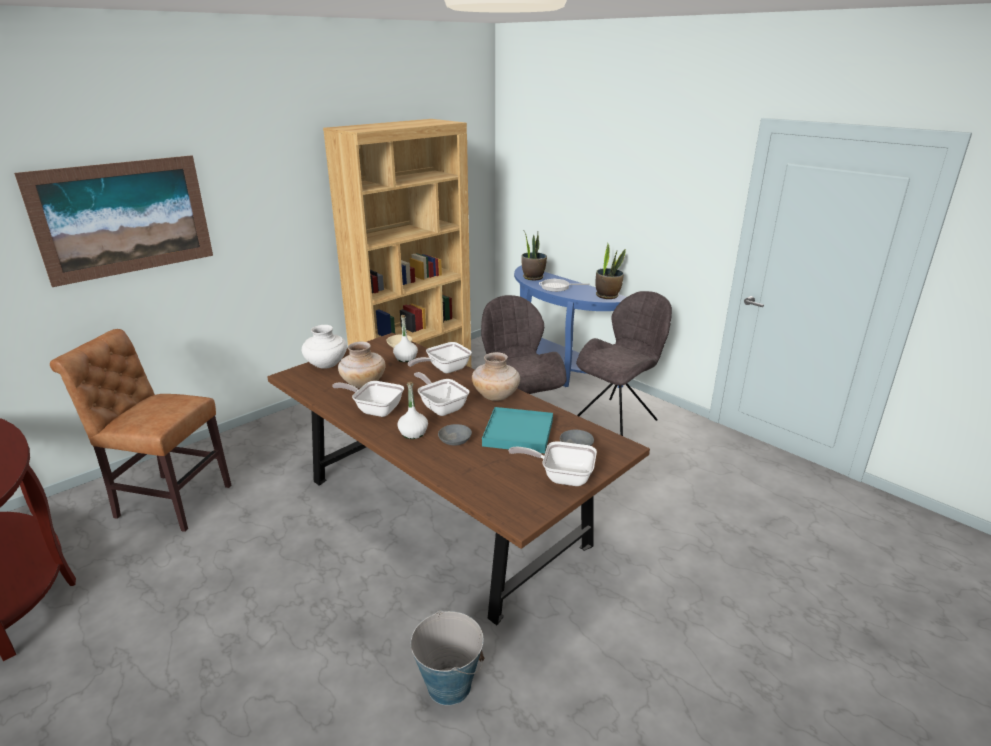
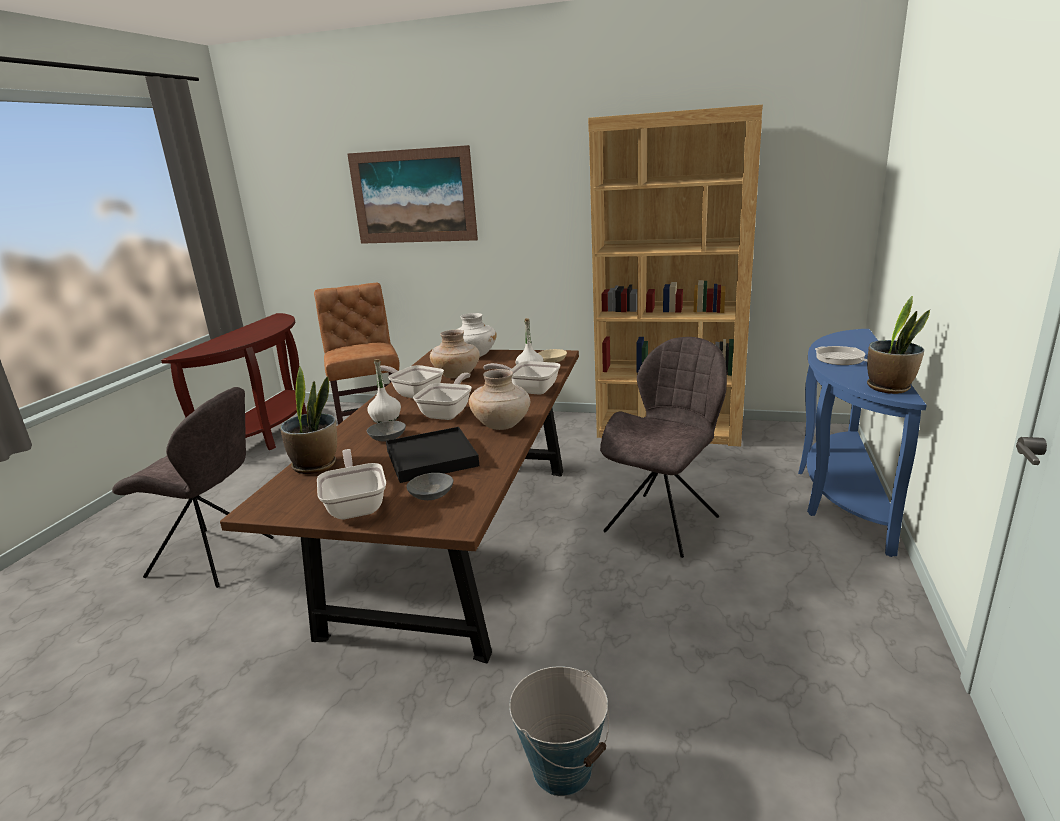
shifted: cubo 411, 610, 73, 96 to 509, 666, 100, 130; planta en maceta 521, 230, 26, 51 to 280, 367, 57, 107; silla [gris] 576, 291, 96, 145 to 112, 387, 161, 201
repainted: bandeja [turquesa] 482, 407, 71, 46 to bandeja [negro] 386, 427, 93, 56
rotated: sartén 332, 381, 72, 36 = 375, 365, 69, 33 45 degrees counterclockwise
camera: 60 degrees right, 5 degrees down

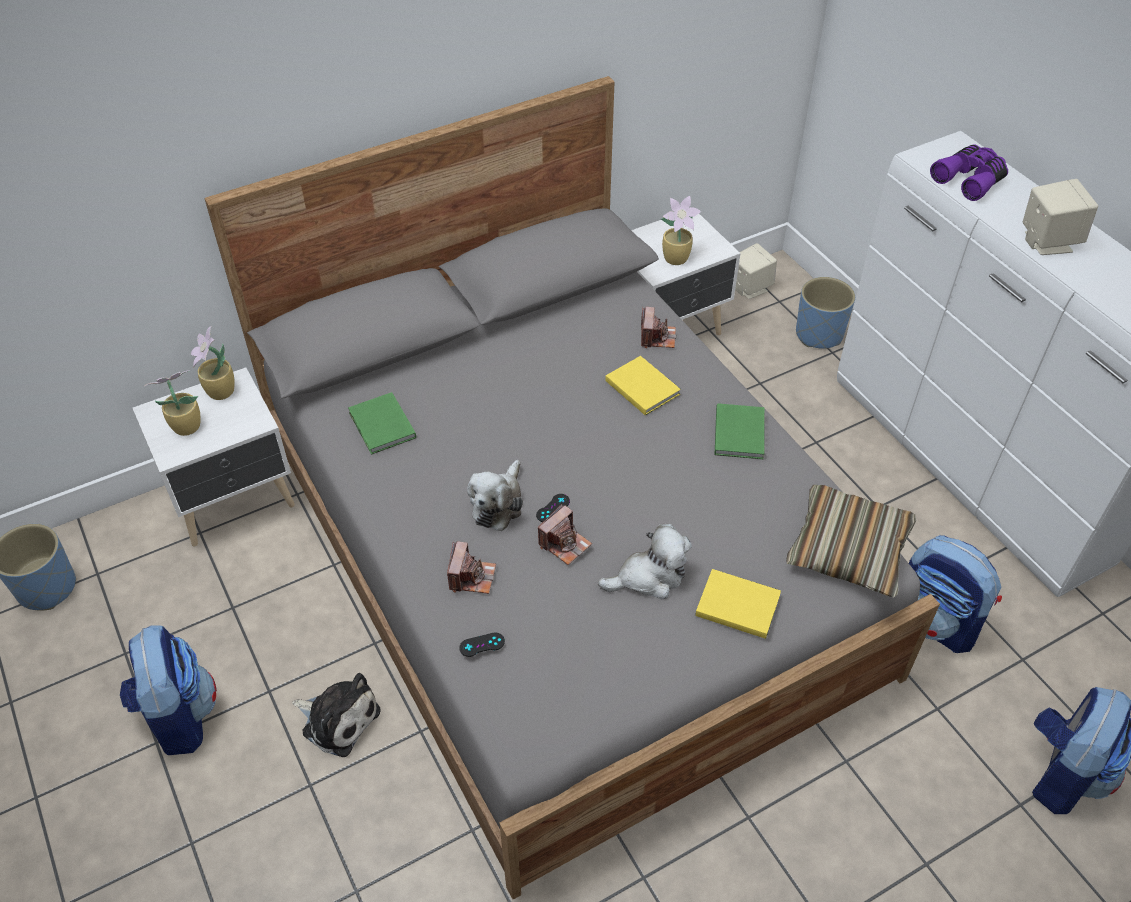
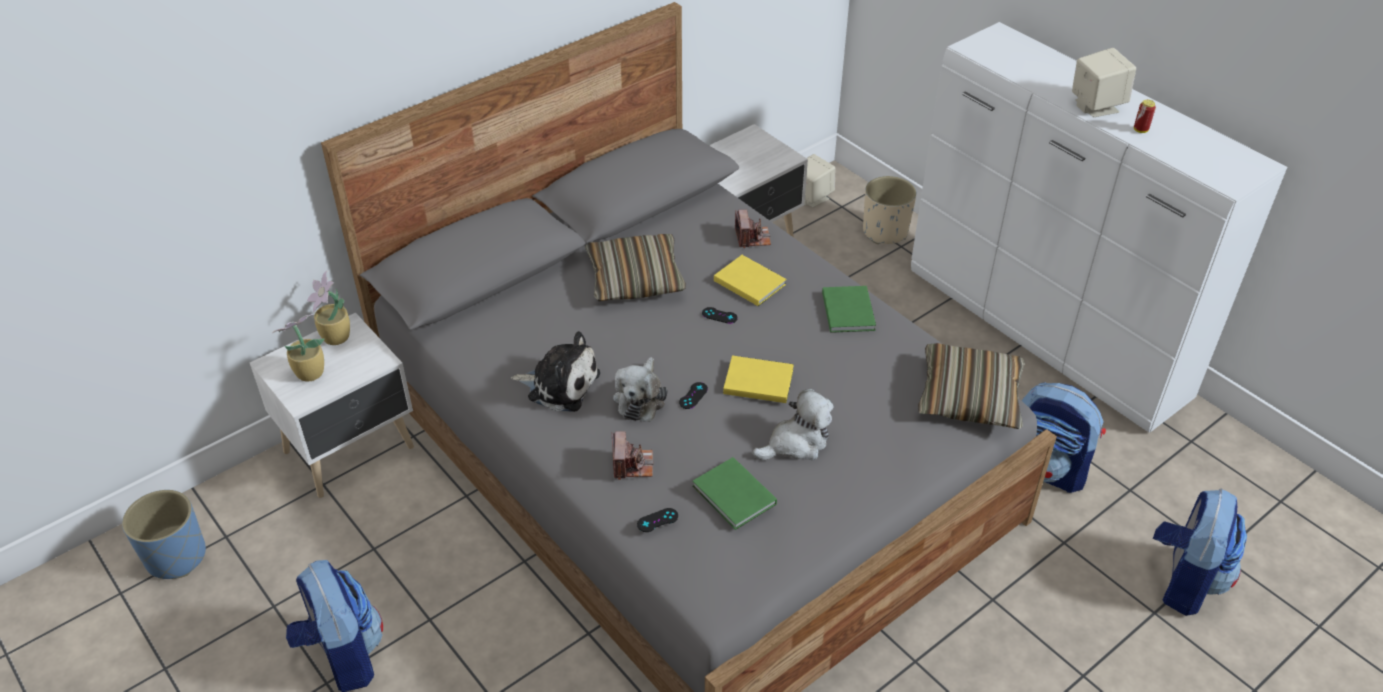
gone: cámara 538, 504, 54, 61; planta en maceta 661, 196, 40, 69; prismáticos [morado] 930, 144, 78, 57
new: cojín 585, 234, 101, 67; mando de consola [negro] 702, 307, 36, 17; lata 1134, 100, 22, 33
shifted: peluche 292, 673, 89, 84 to 511, 331, 89, 81; libro [verde] 348, 392, 68, 63 to 692, 457, 85, 73; libro [amarillo] 695, 569, 86, 70 to 723, 355, 71, 48
repainted: maceta [azul] 796, 277, 59, 72 to maceta [beis] 863, 176, 54, 68
camera: 10 degrees left, 5 degrees down

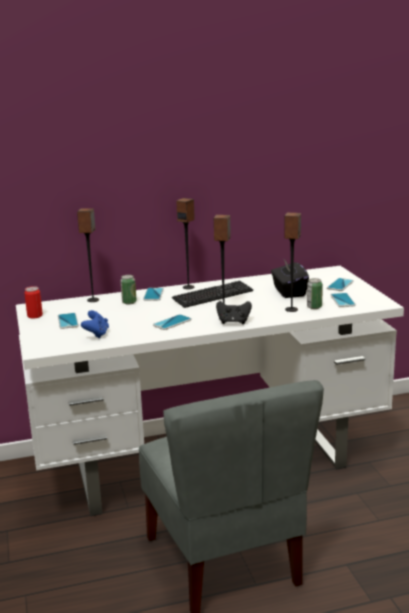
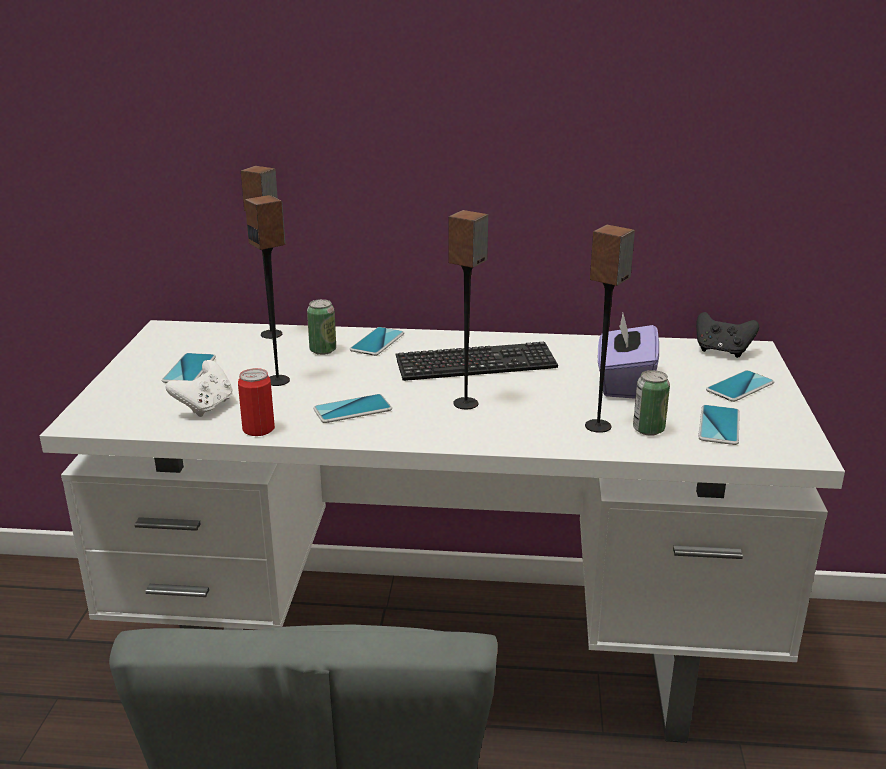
shifted: lata 24, 286, 19, 32 to 238, 368, 37, 68; altavoz 176, 198, 19, 91 to 245, 195, 45, 191; mando de consola [negro] 216, 301, 36, 23 to 696, 312, 63, 46
repainted: mando de consola [azul] 81, 310, 28, 28 to mando de consola [blanco] 166, 360, 67, 57; caja de pañuelos [negro] 271, 259, 38, 39 to caja de pañuelos [morado] 598, 313, 61, 86
camera: 20 degrees right, 5 degrees up

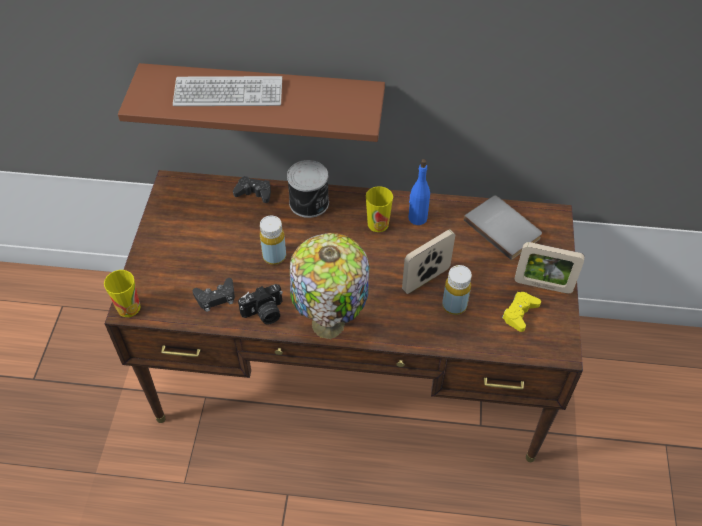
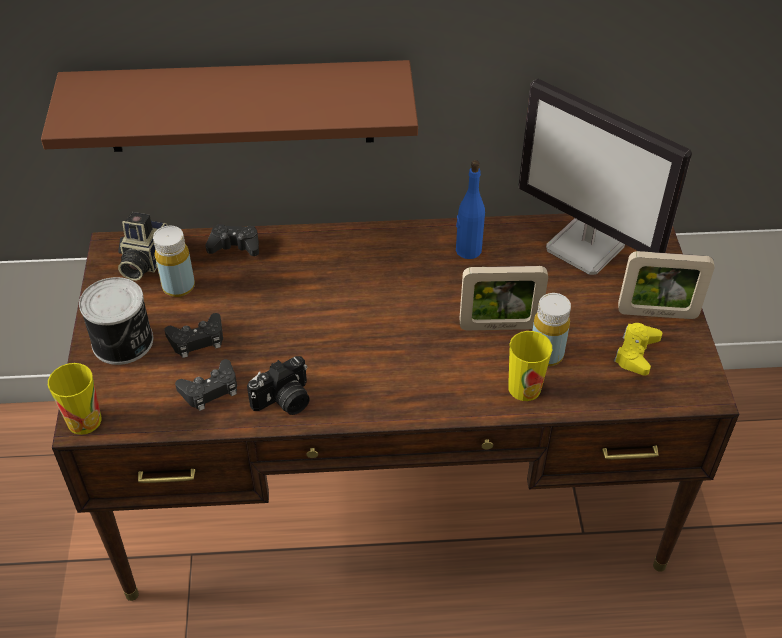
gone: teclado 173, 76, 109, 30; lámpara de mesa 290, 233, 79, 106
new: cámara 118, 212, 49, 69; mando de consola [negro] 164, 313, 59, 45
shifted: botella [amarillo] 260, 216, 26, 49 to 153, 226, 42, 71; lata 287, 160, 42, 58 to 79, 277, 74, 88; taza 366, 186, 27, 46 to 508, 331, 44, 70
swapped: libro [gris] 464, 195, 78, 65 to monitor 519, 79, 173, 196
rotated: portarretratos 402, 230, 53, 64 = 459, 266, 89, 64 135 degrees counterclockwise
camera: 10 degrees left, 5 degrees down

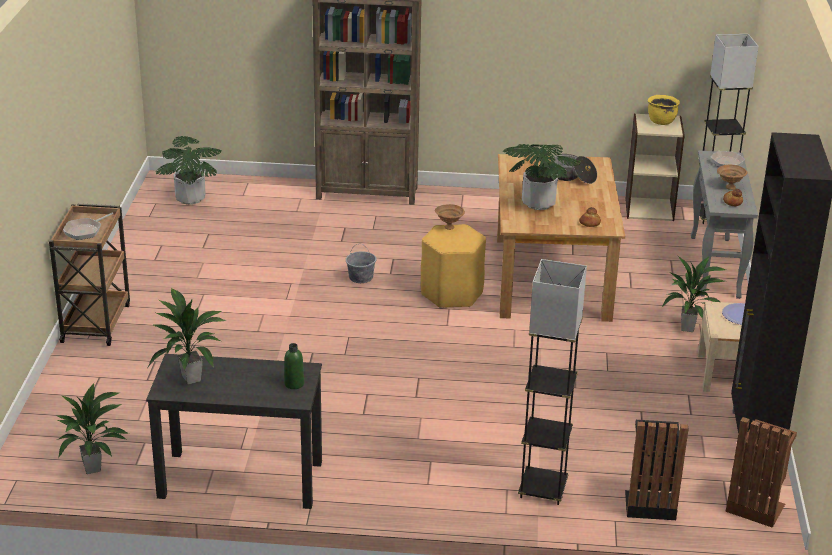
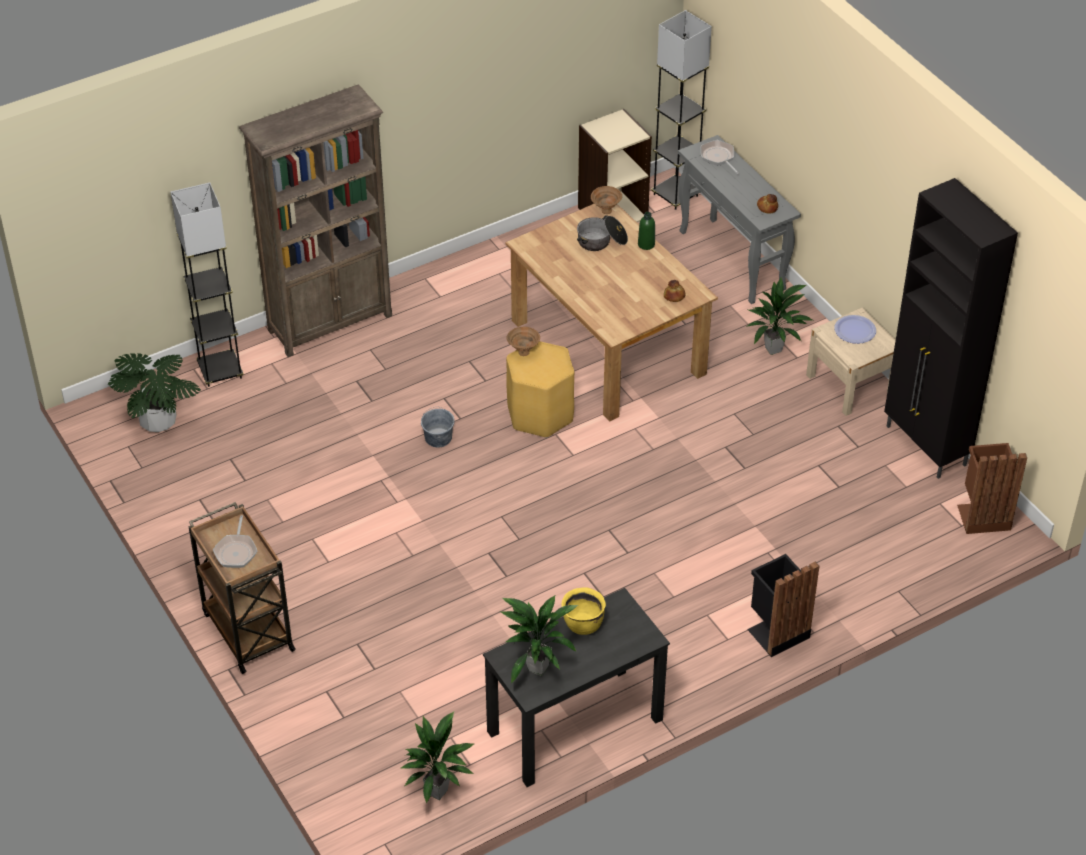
gone: planta en maceta 503, 144, 77, 66
shifted: botella [verde] 284, 343, 20, 46 to 638, 212, 17, 38; lámpara de pie [gris] 518, 259, 69, 246 to 171, 182, 73, 205; papelera [negro] 625, 420, 63, 100 to 747, 554, 73, 103; olla [amarillo] 648, 95, 32, 30 to 561, 587, 45, 48; cuenco [marrón] 717, 165, 30, 25 to 591, 186, 31, 28
camera: 35 degrees left, 15 degrees up

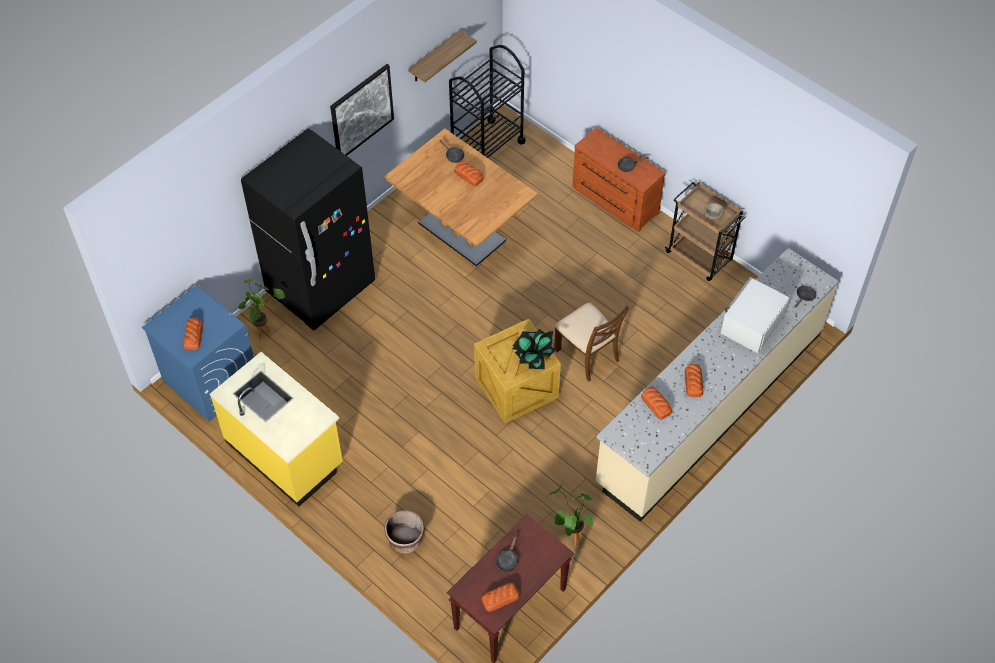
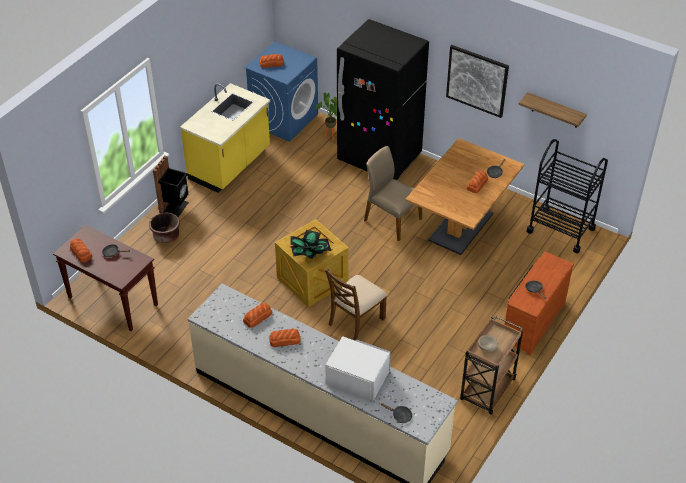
gone: planta en maceta 548, 485, 46, 60
new: papelera [negro] 153, 155, 36, 62; silla [beis] 364, 146, 58, 95
camera: 80 degrees right, 10 degrees down

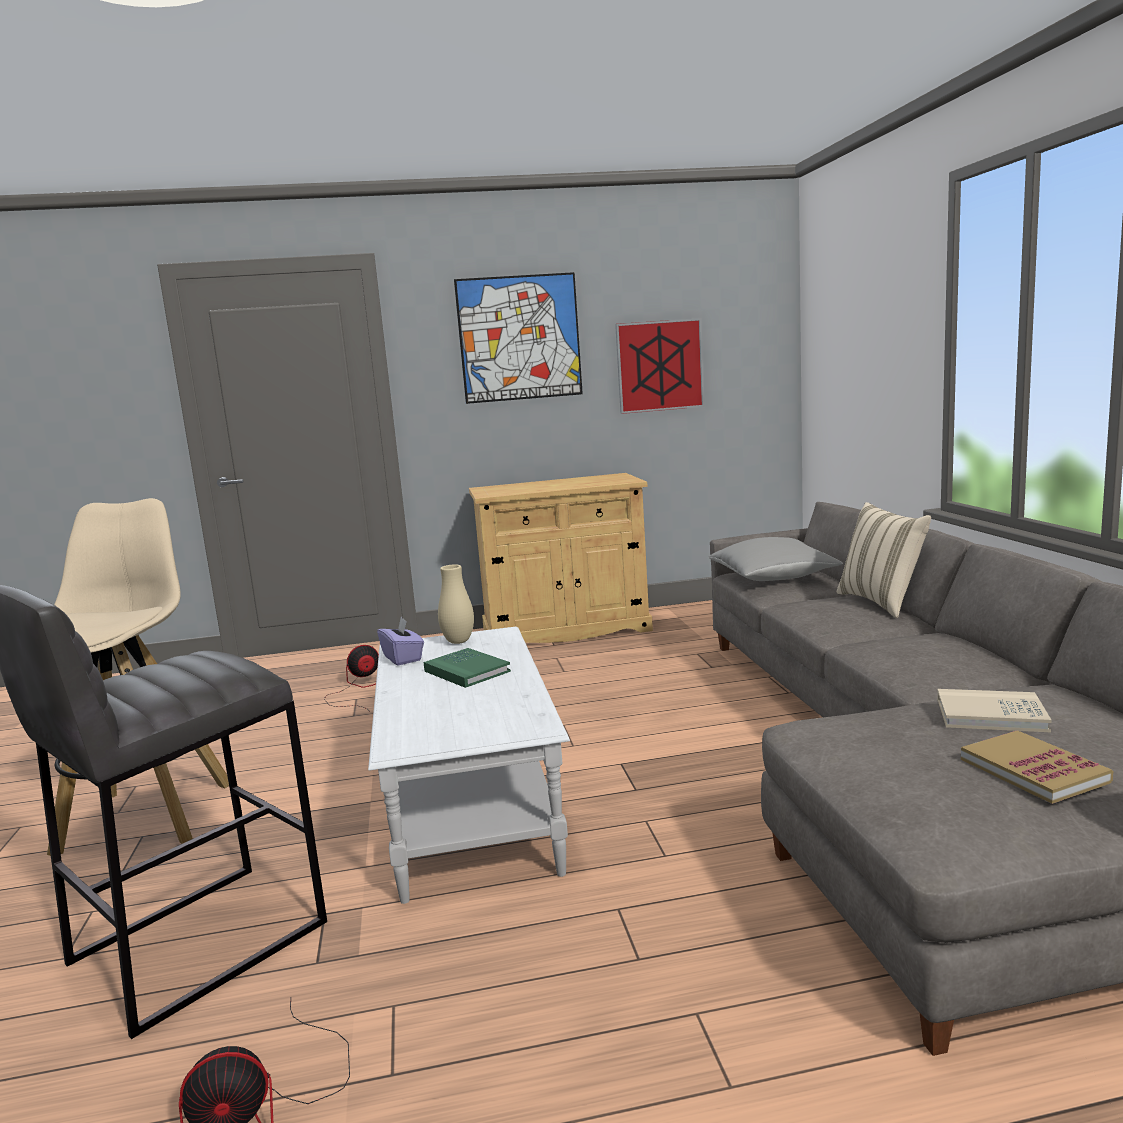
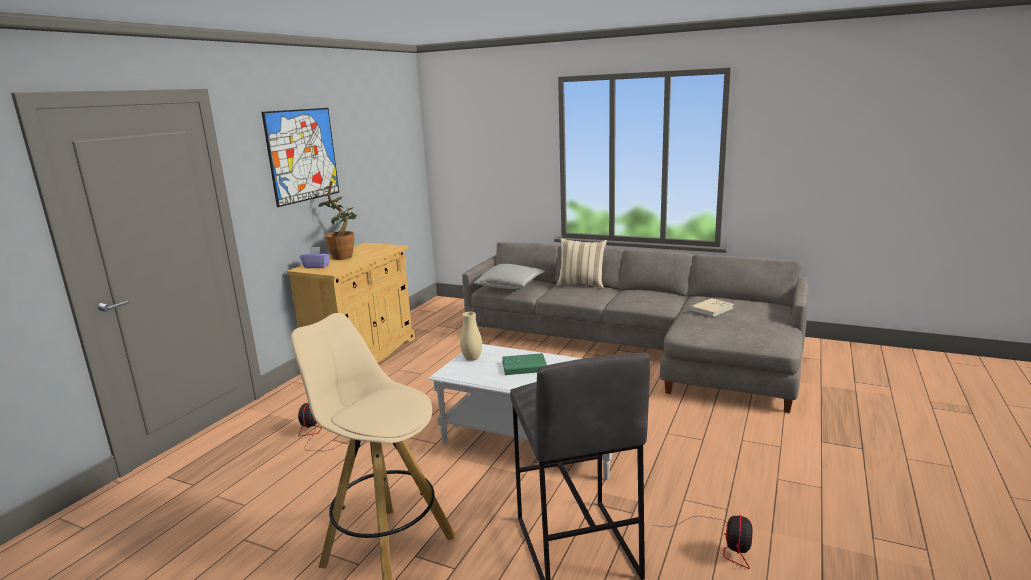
gone: cuadro 615, 318, 90, 96; libro 961, 730, 152, 74
new: planta en maceta 318, 181, 39, 79
shifted: caja de pañuelos [morado] 377, 617, 47, 49 to 300, 247, 30, 21
camera: 55 degrees left, 5 degrees up

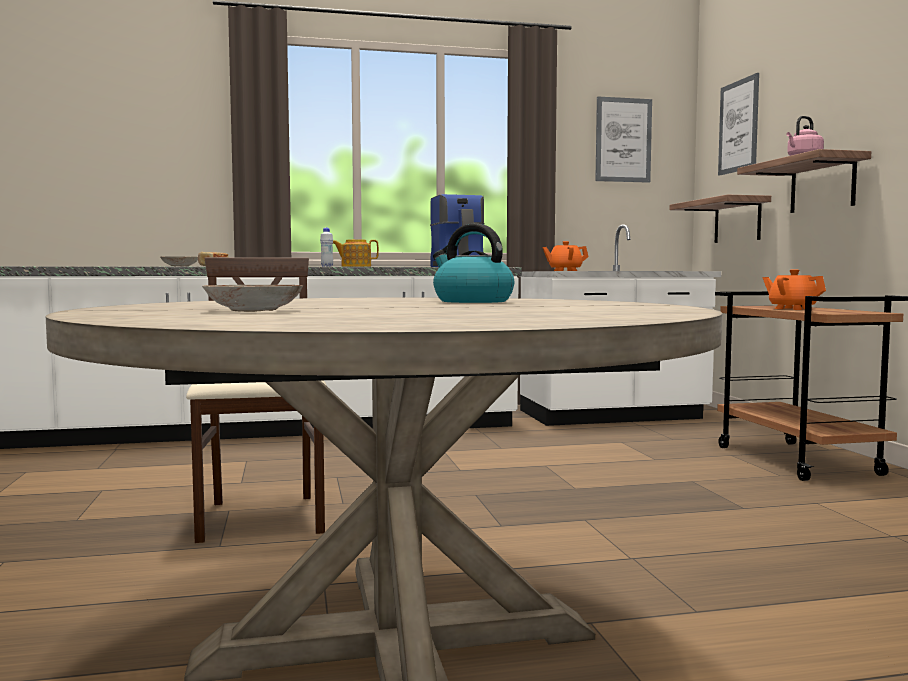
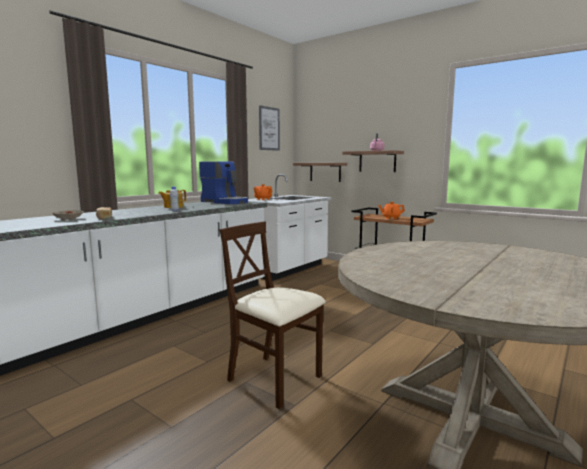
gone: plato 202, 285, 101, 27; hervidor 433, 224, 81, 79; cuadro 718, 73, 41, 103
camera: 40 degrees left, 5 degrees up

